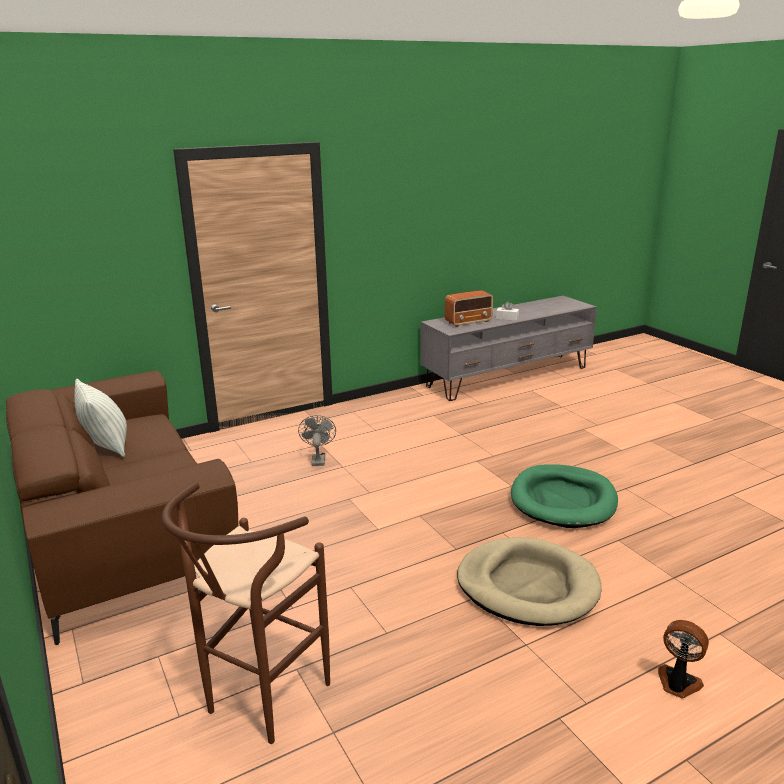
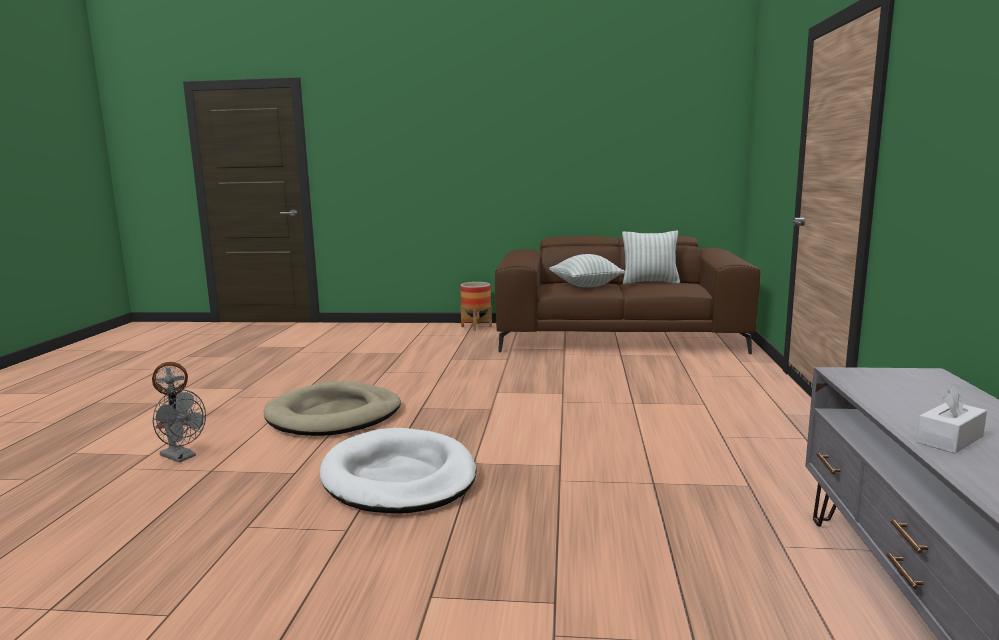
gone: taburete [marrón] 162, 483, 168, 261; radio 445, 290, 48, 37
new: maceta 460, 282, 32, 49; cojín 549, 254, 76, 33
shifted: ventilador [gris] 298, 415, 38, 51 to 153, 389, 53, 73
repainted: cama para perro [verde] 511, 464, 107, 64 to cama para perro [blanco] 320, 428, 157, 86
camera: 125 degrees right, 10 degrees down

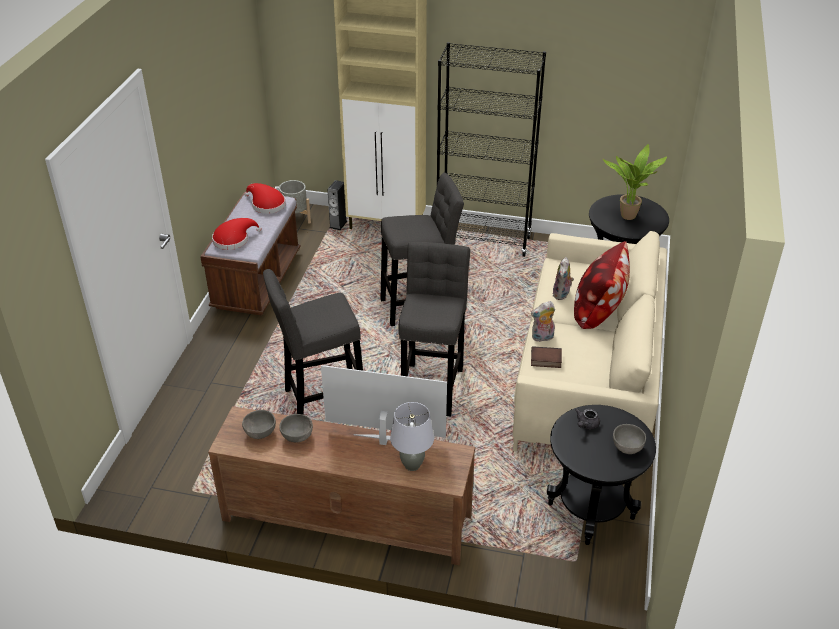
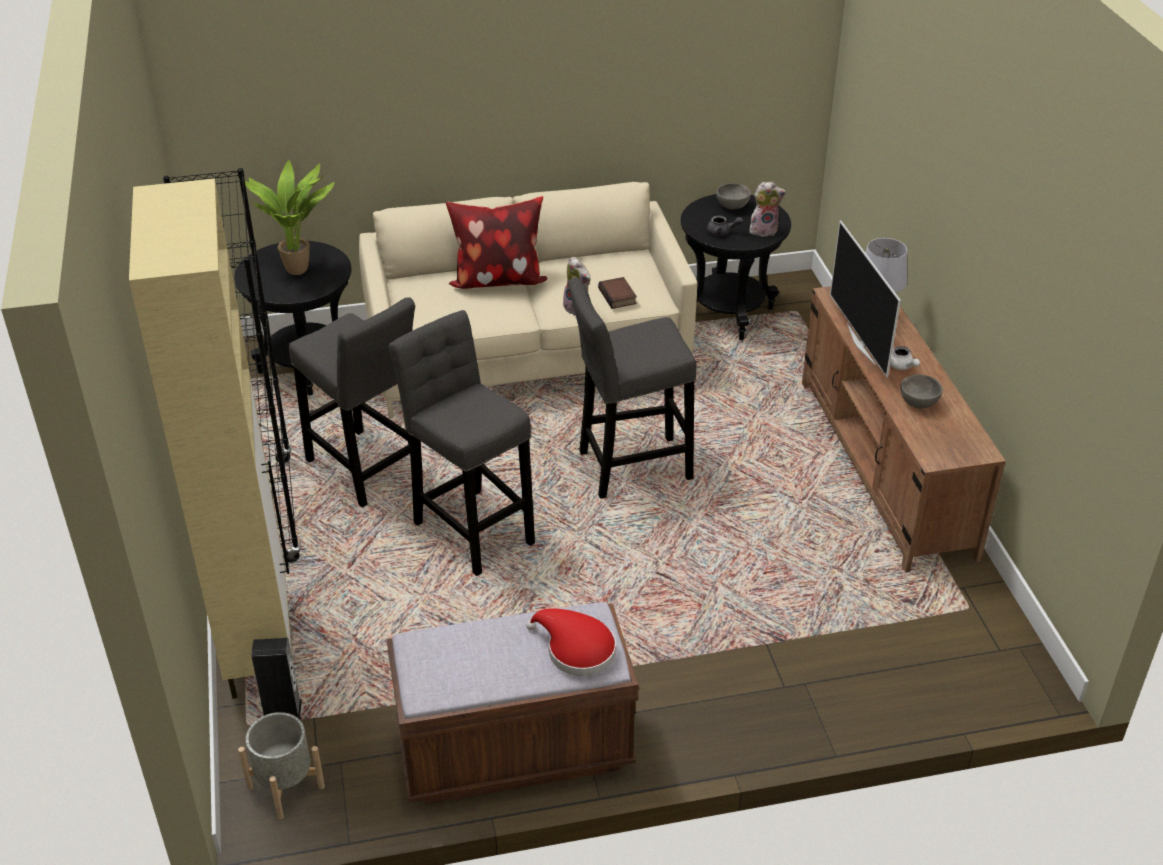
gone: cuenco [gris] 242, 410, 34, 29; sombrero [rojo] 244, 183, 42, 31
new: tetera [blanco] 890, 346, 30, 24
shifted: taburete [gris] 263, 269, 100, 146 to 289, 297, 126, 210; peluche 553, 257, 21, 43 to 749, 181, 37, 56
camera: 115 degrees left, 0 degrees up

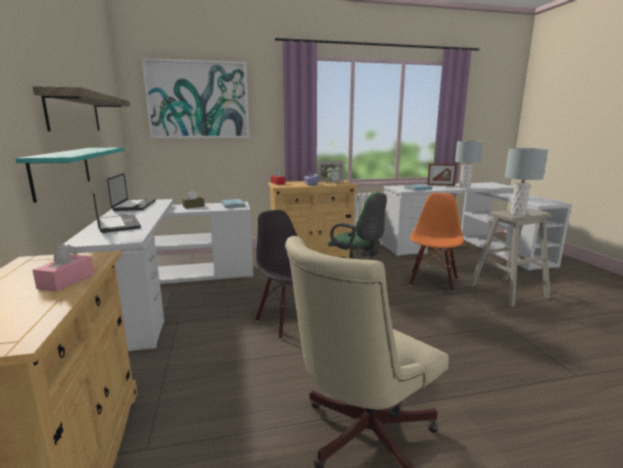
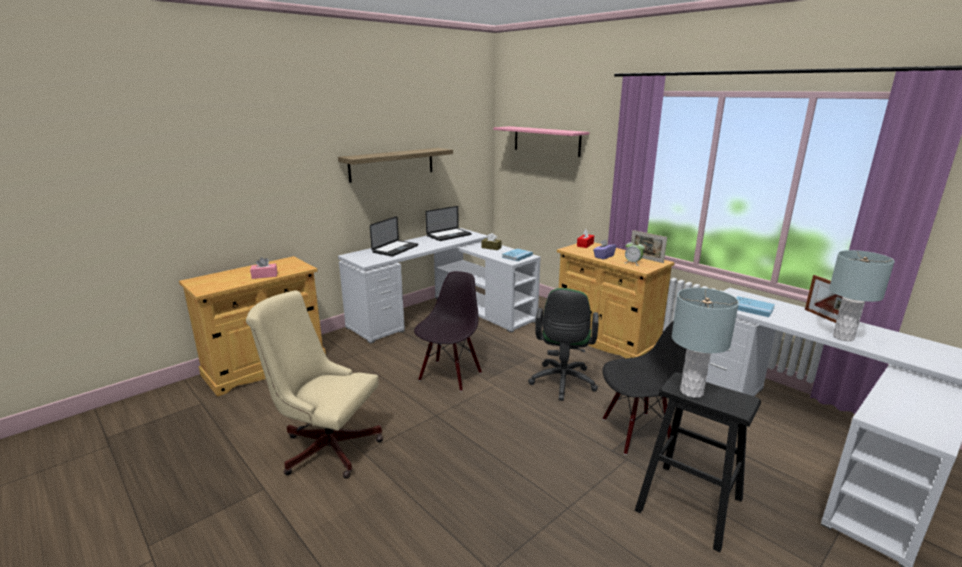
gone: estante [turquesa] 15, 147, 110, 56
swapped: cuadro 142, 58, 107, 80 to estante [rosa] 493, 126, 96, 31
repainted: silla [naranja] 409, 193, 55, 99 to silla [negro] 602, 320, 85, 135; taburete [beis] 469, 208, 82, 99 to taburete [negro] 635, 372, 126, 181
camera: 60 degrees right, 5 degrees up

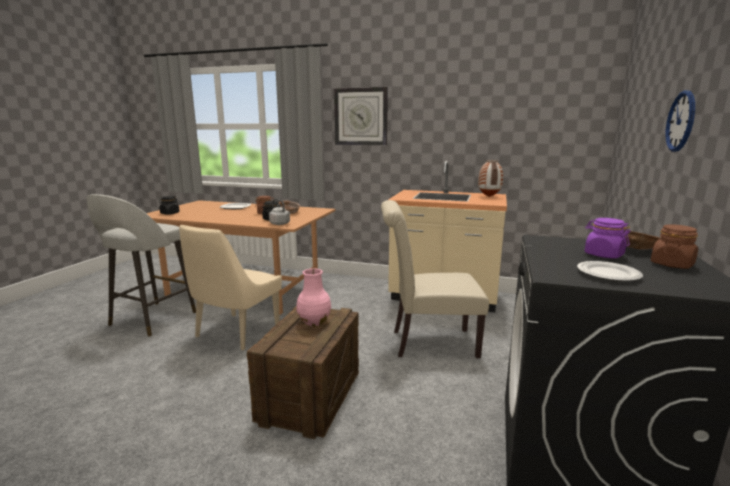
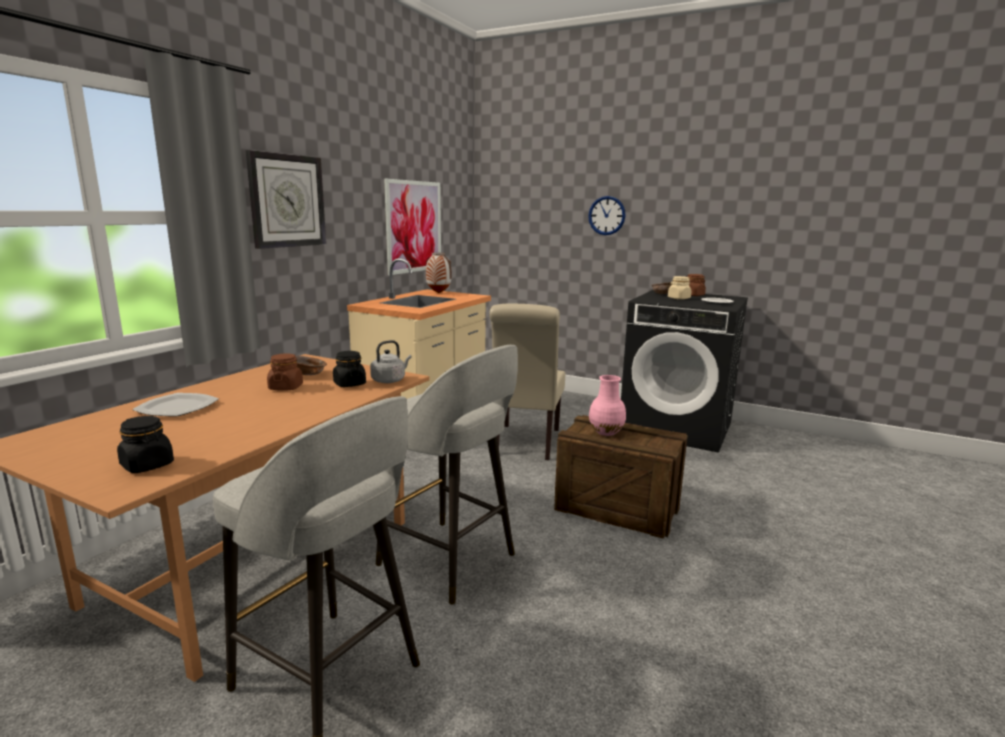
new: cuadro 384, 179, 57, 96
swapped: silla [beis] 179, 225, 103, 126 to taburete [gris] 376, 345, 142, 260
repainted: tarro [morado] 585, 218, 46, 41 to tarro [beis] 668, 276, 23, 24
camera: 80 degrees left, 0 degrees up

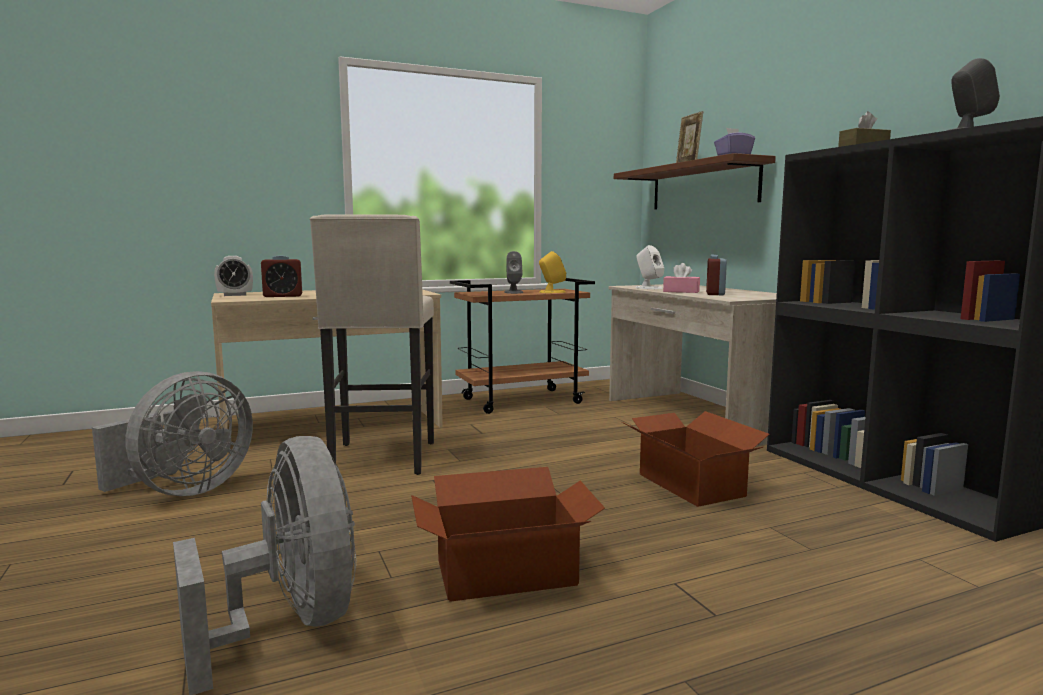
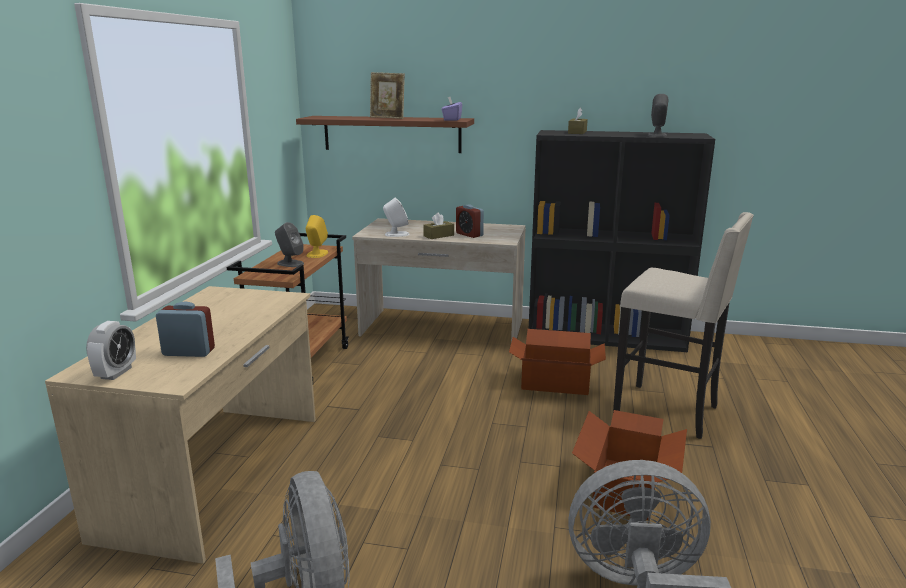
shifted: taburete [beis] 310, 214, 124, 261 to 613, 212, 141, 227
repainted: caja de pañuelos [rosa] 663, 263, 37, 30 to caja de pañuelos [marrón] 423, 213, 31, 26
rotated: despertador 261, 255, 41, 42 = 156, 301, 59, 56 105 degrees counterclockwise
camera: 55 degrees left, 10 degrees up

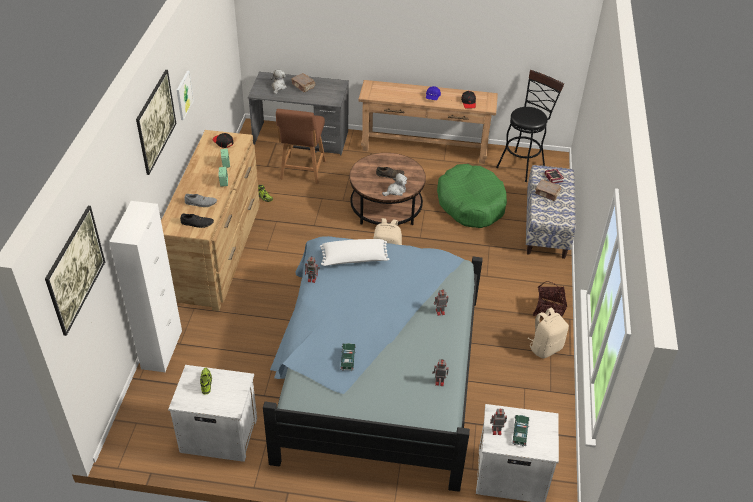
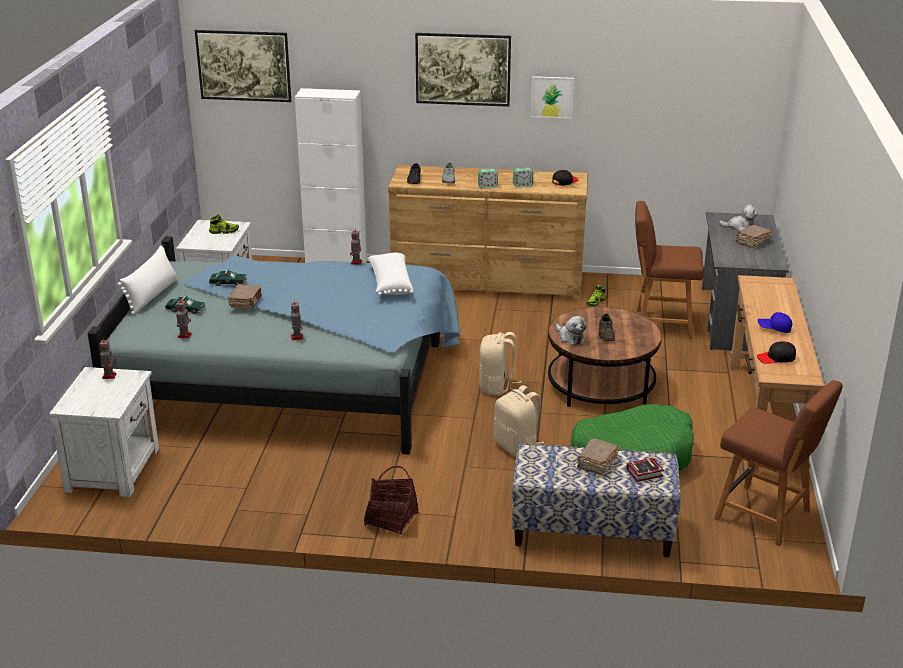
new: cojín [blanco] 118, 245, 59, 70; libro [marrón] 228, 284, 34, 25
shifted: coche de juguete 512, 415, 18, 32 to 165, 296, 40, 18; mochila [beis] 527, 307, 42, 51 to 494, 385, 51, 72
swapped: taburete [negro] 496, 70, 68, 112 to silla [marrón] 714, 380, 129, 166
camera: 90 degrees right, 15 degrees down

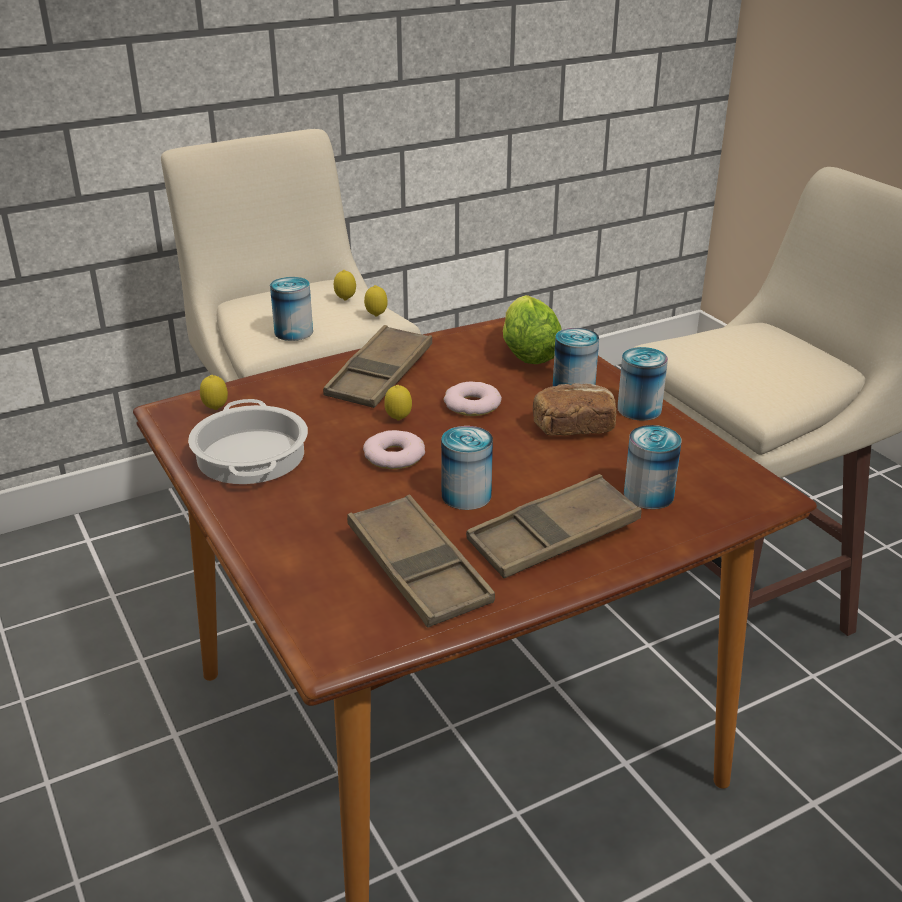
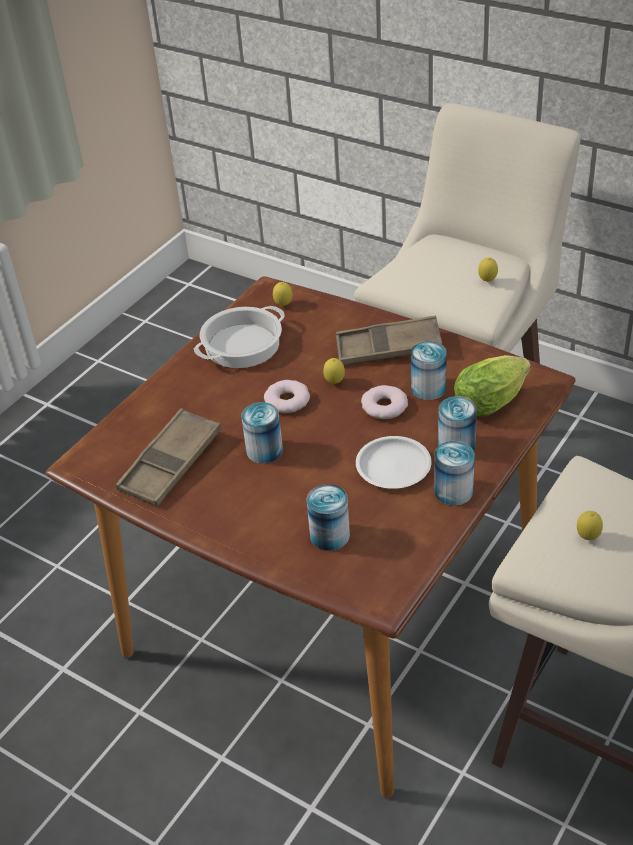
gone: bandeja [marrón] 466, 474, 176, 104
shifted: lata 270, 277, 43, 64 to 411, 341, 36, 59; limón 364, 285, 24, 32 to 577, 511, 26, 29
swapped: pan 533, 383, 83, 53 to plato [blanco] 356, 436, 76, 53
camera: 65 degrees right, 10 degrees up

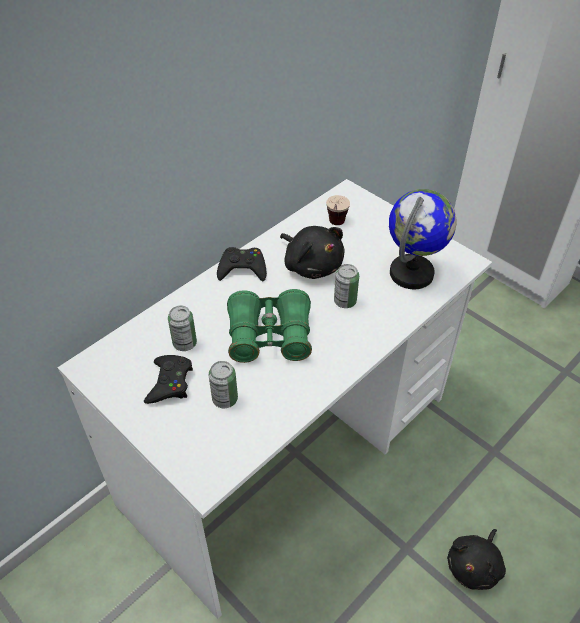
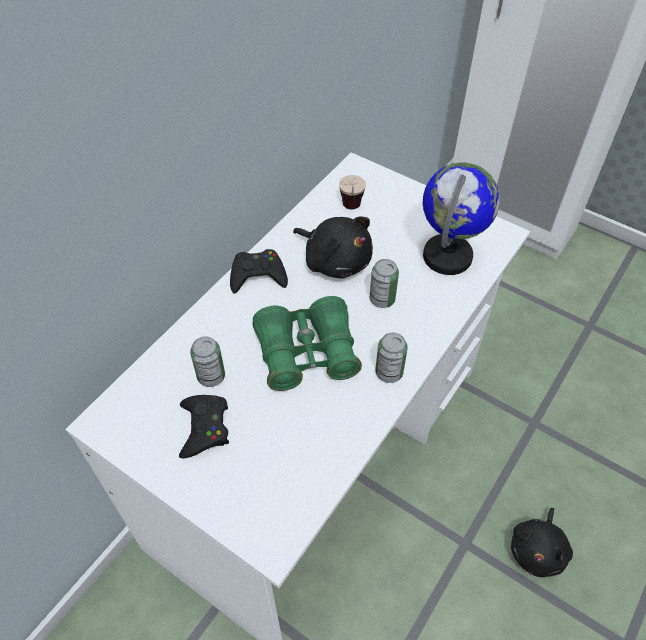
shifted: lata 209, 361, 29, 47 to 375, 332, 33, 51
camera: 10 degrees left, 5 degrees up

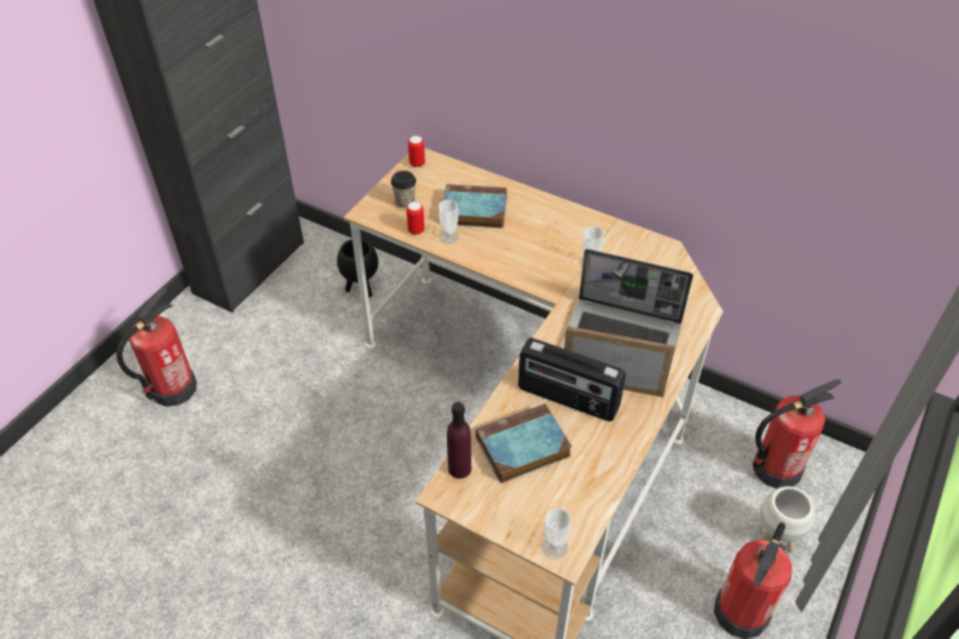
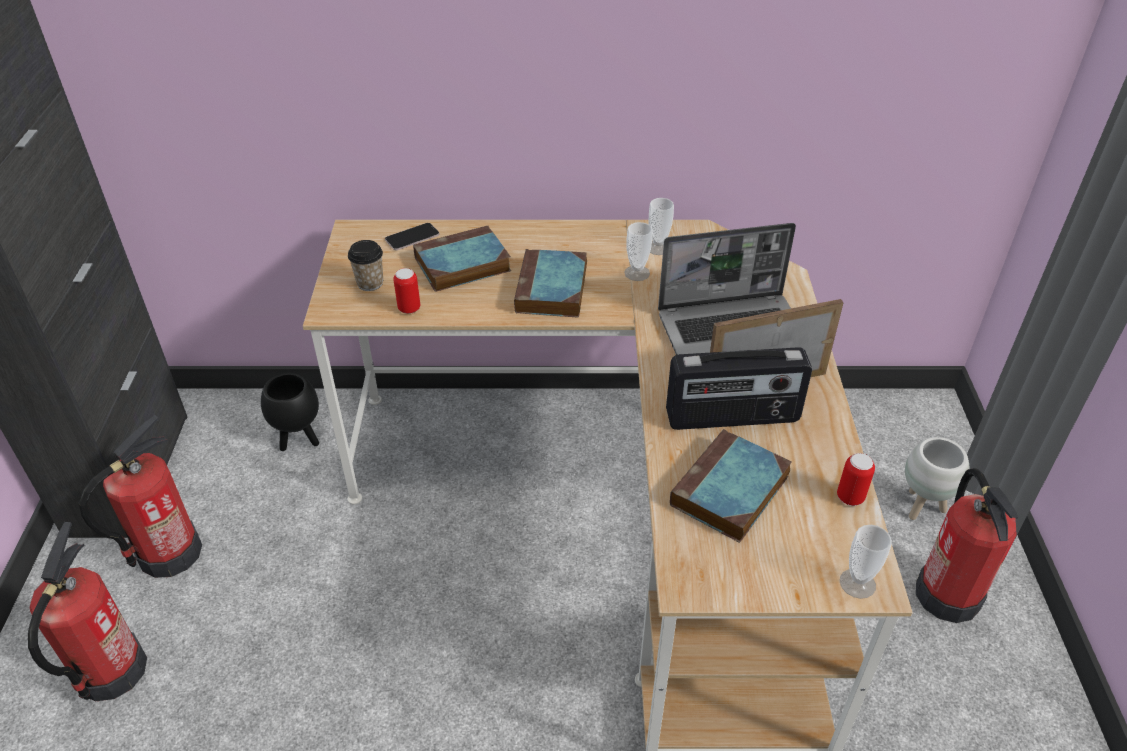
gone: botella [morado] 447, 402, 24, 77
new: móvil 385, 223, 54, 27; libro 514, 249, 73, 68
shifted: lata 408, 136, 17, 31 to 837, 453, 38, 53; taza 439, 200, 20, 44 to 649, 198, 25, 57; extintor 752, 379, 90, 110 to 79, 415, 123, 163
camera: 30 degrees left, 5 degrees down

